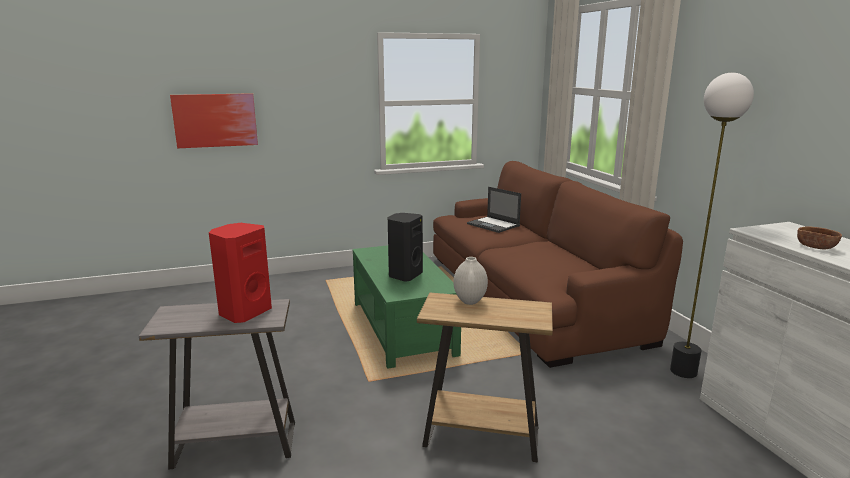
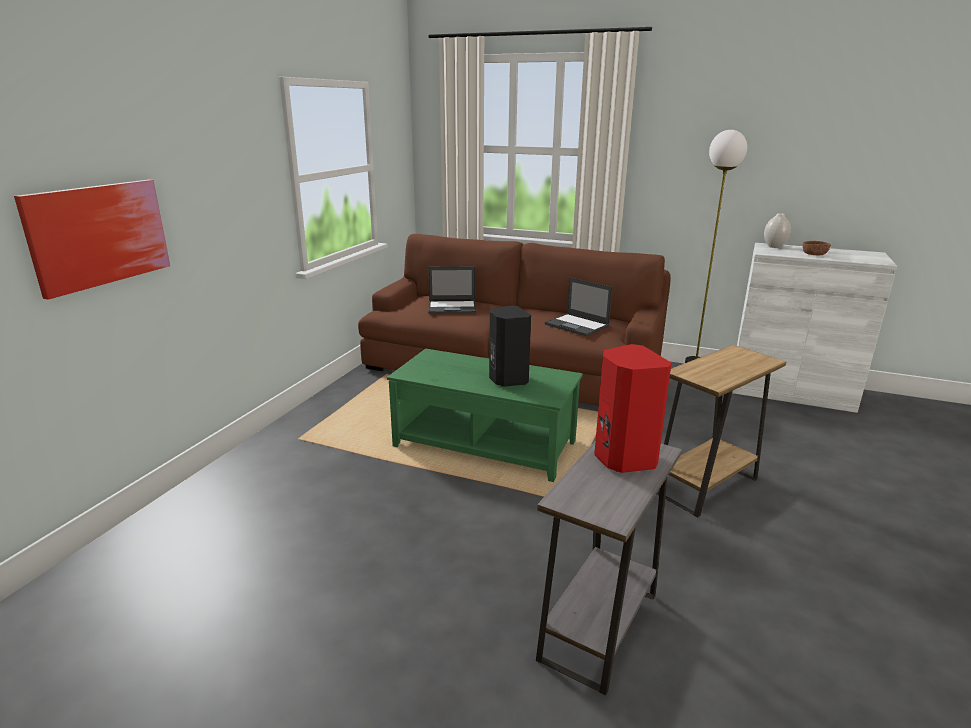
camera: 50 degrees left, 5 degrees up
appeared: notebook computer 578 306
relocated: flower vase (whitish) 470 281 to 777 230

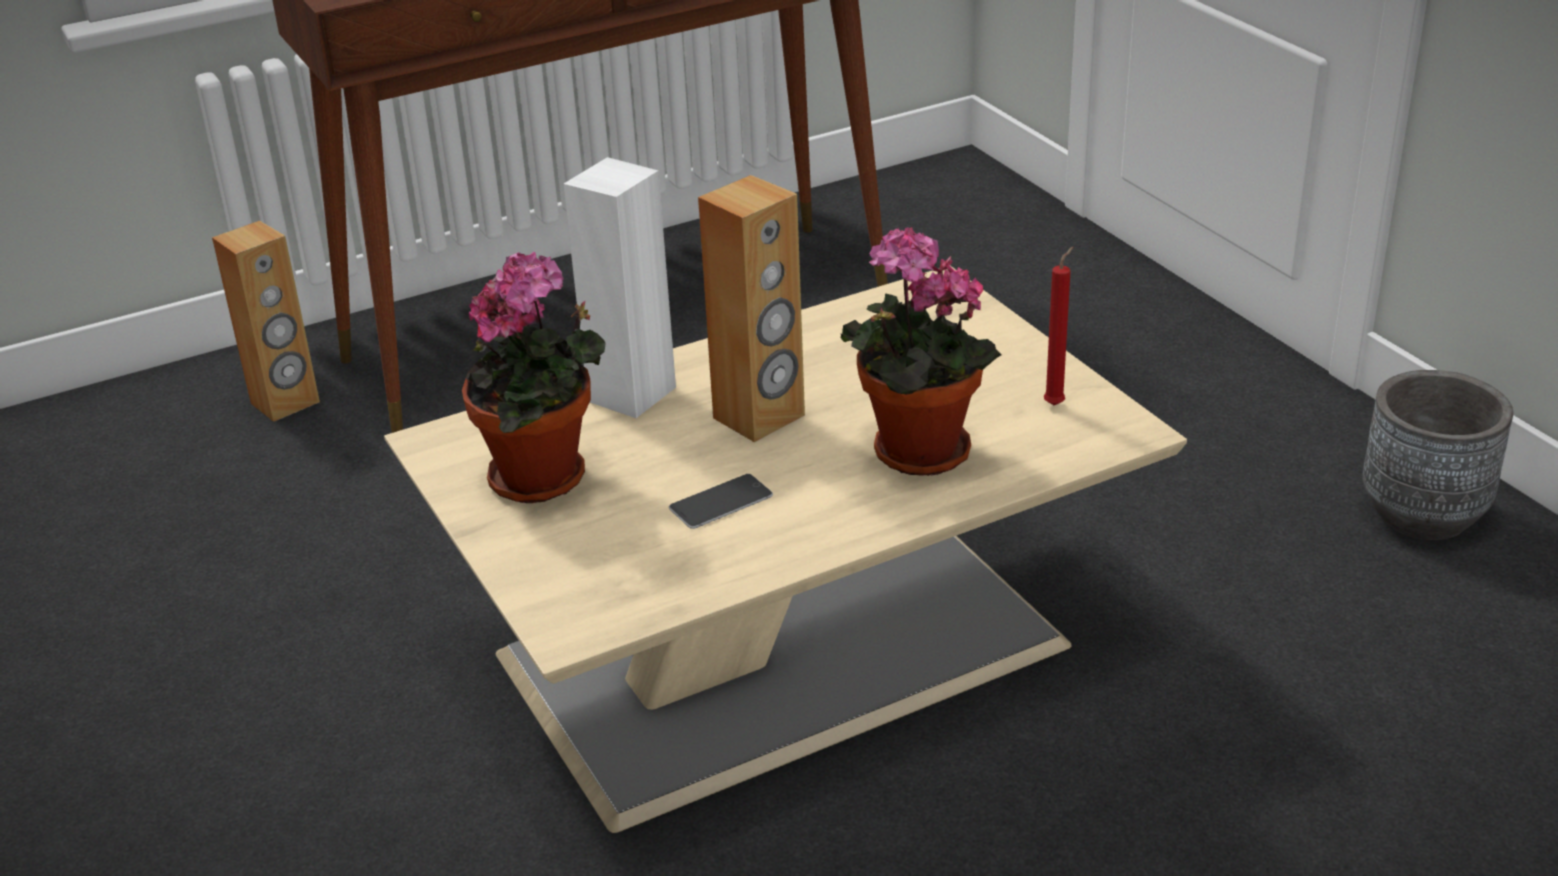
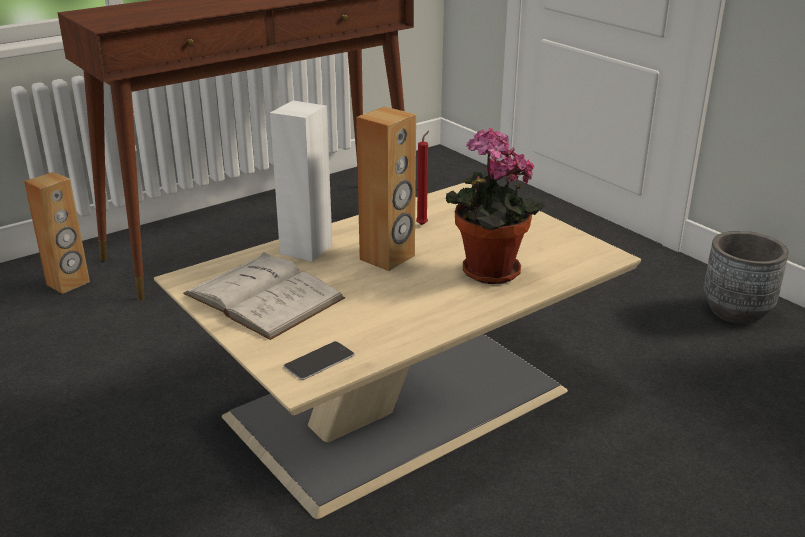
camera: 10 degrees left, 5 degrees down
relocated: phone 721 501 to 319 360; candle (red-coloured) 1058 326 to 422 178
exchanged: plant in a pot 534 377 to book (whitish) 264 296

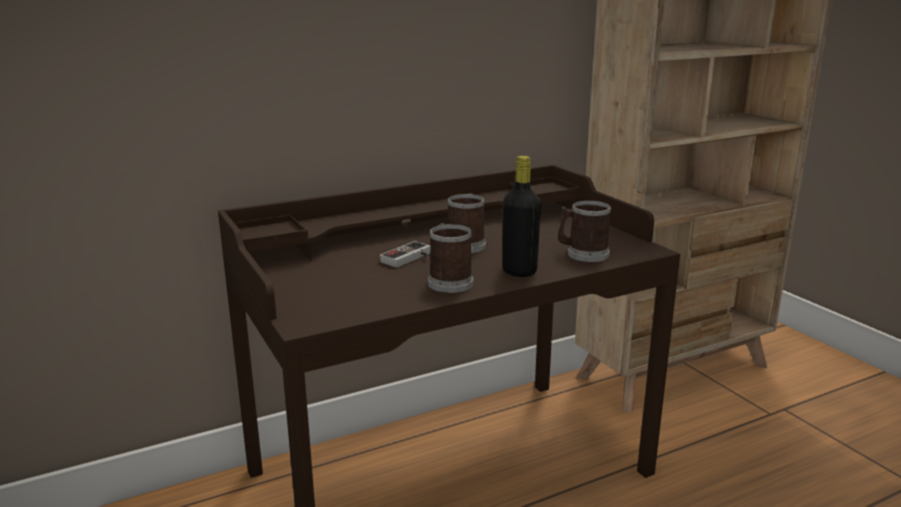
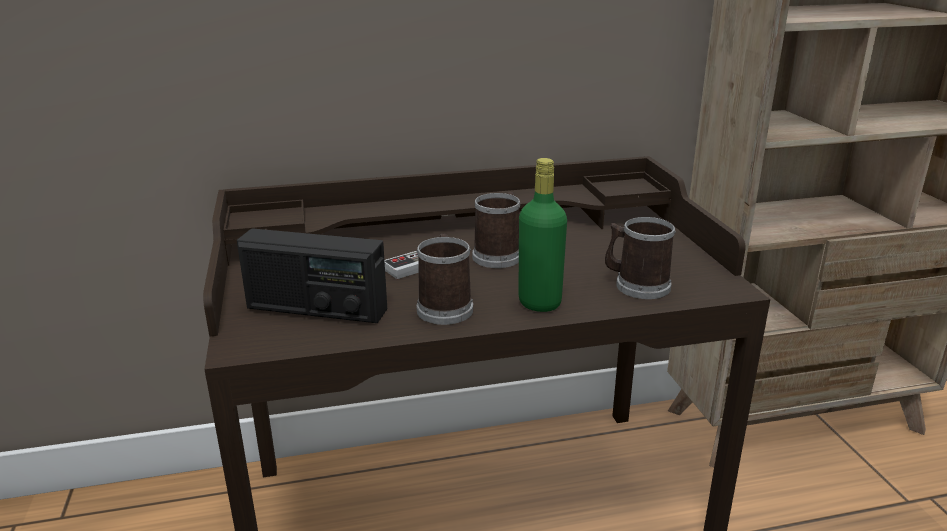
camera: 15 degrees right, 5 degrees up
appeared: radio receiver 312 275
colour: beverage bottle (black-coloured) 521 216 to beverage bottle (greenish) 542 235

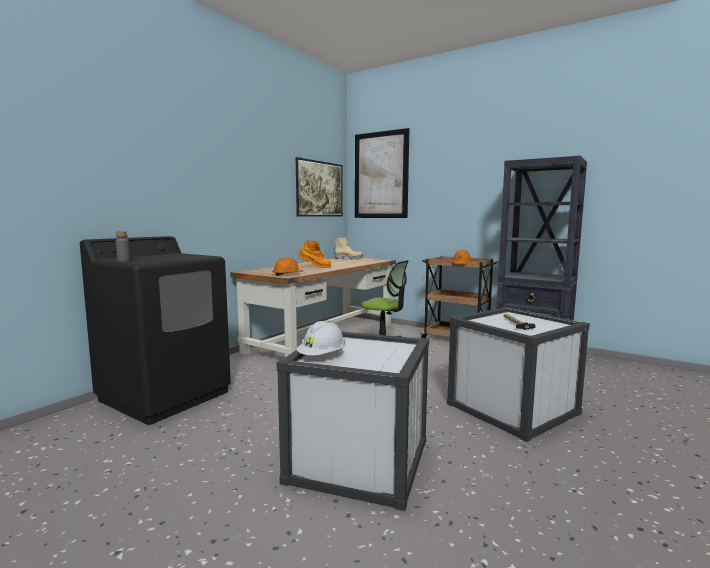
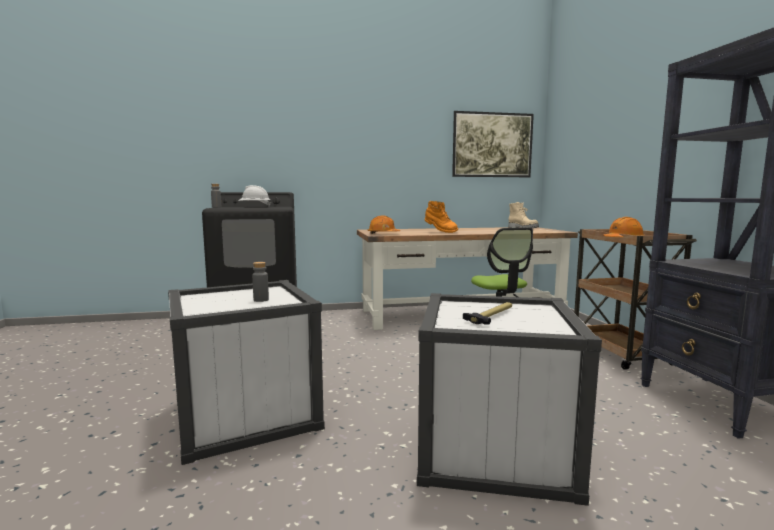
camera: 45 degrees right, 0 degrees up
missing: wall art 382 173
appeared: beverage bottle (grey) 260 282
relocated: safety helmet (whitish) 321 338 to 254 196

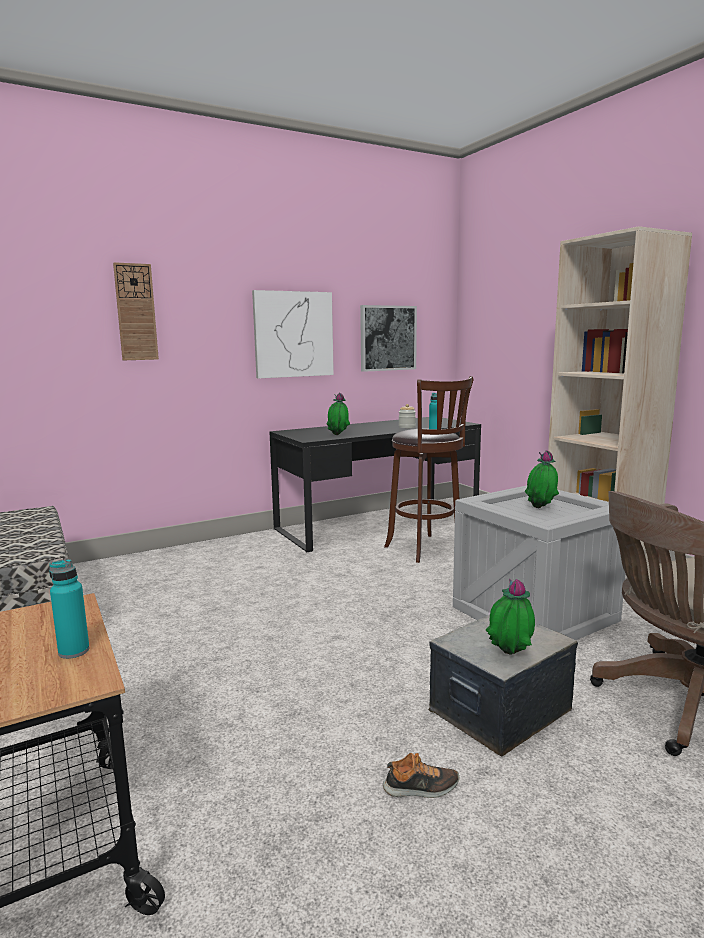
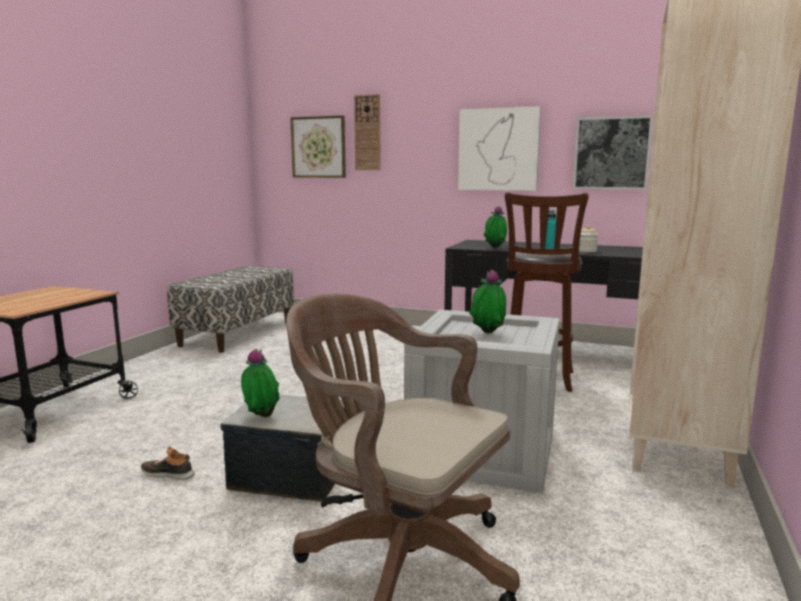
camera: 50 degrees right, 0 degrees up
missing: beverage bottle (turquoise-coloured) 69 609
appeared: wall art 318 146
spun: item of footwear 421 775 = 168 463 150 degrees clockwise

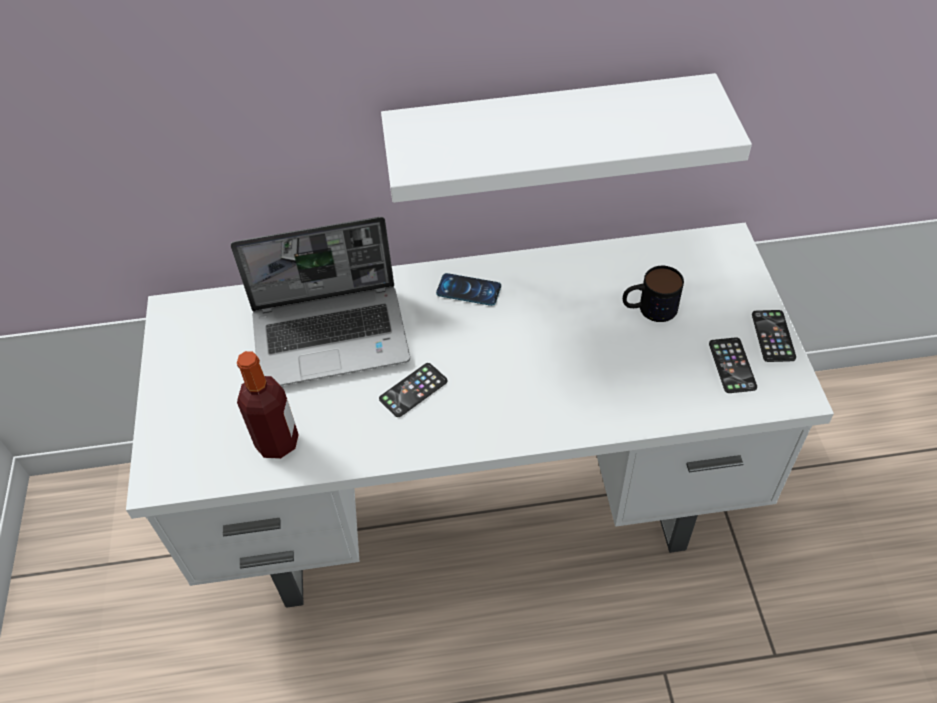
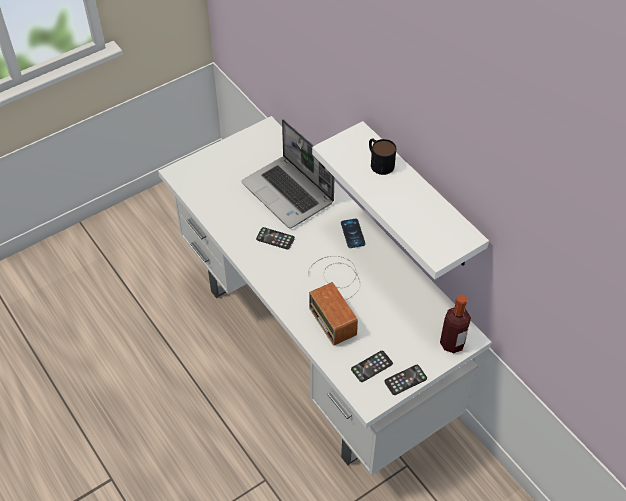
camera: 60 degrees right, 0 degrees up
appeared: radio receiver 334 301
relocated: beverage bottle 268 405 to 455 323; coffee mug 653 294 to 382 156

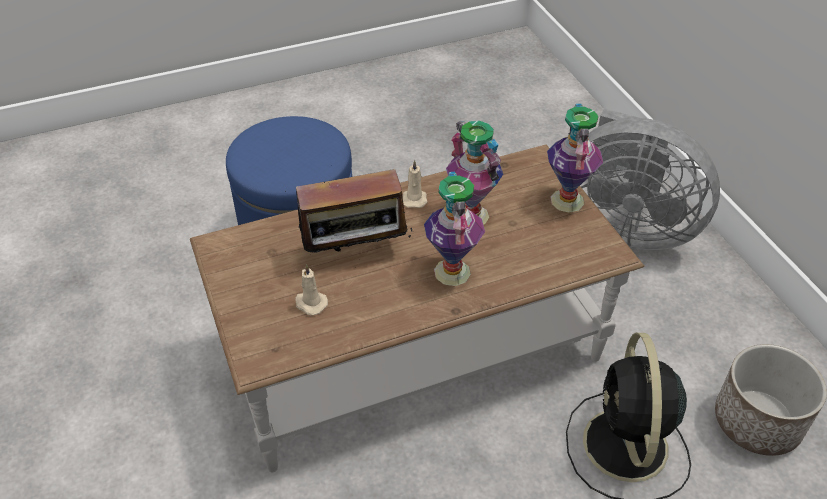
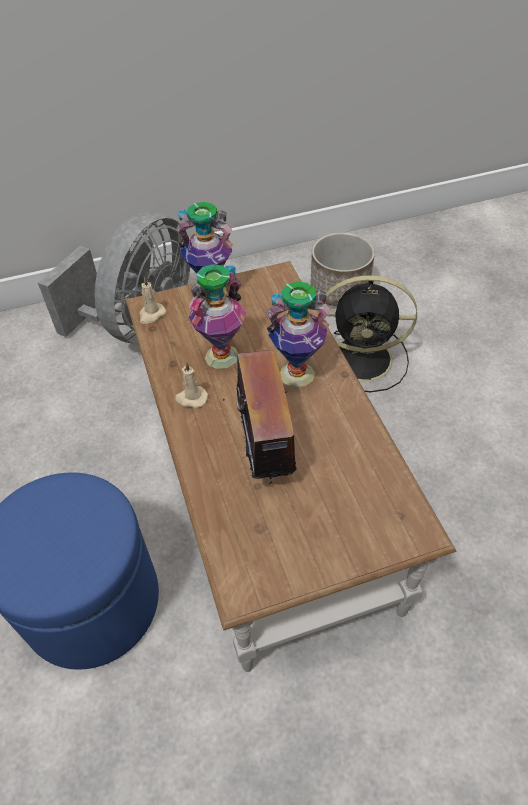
camera: 85 degrees left, 5 degrees up
relocated: candle (beige) 311 289 to 152 300

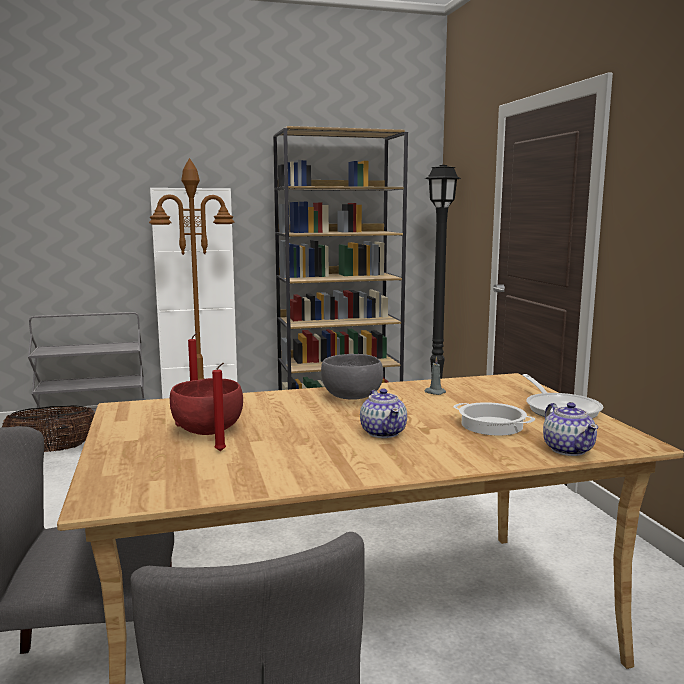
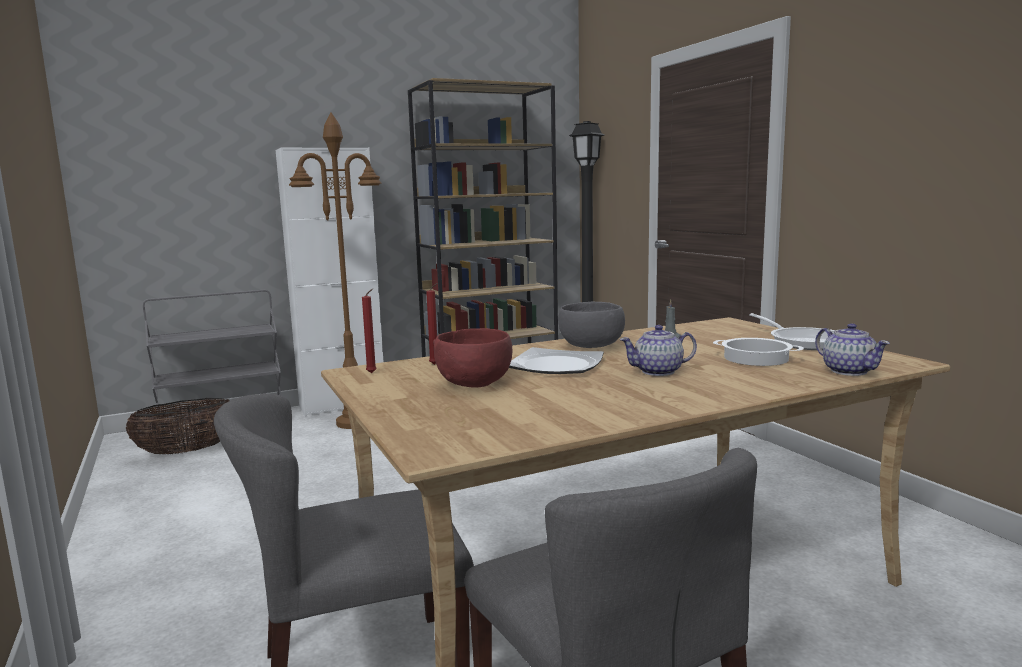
camera: 10 degrees left, 0 degrees up
appeared: flat dish 556 360
relocated: candle (red-coloured) 219 407 to 369 330
spun: pot for tea 383 413 = 658 350 105 degrees clockwise

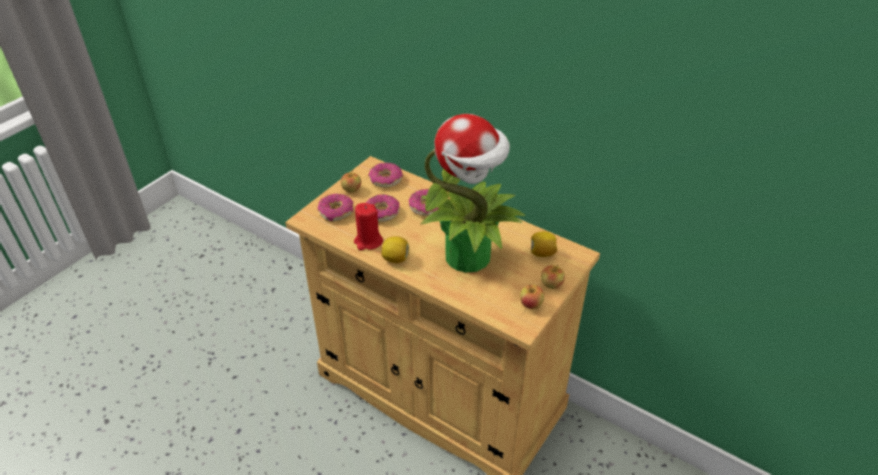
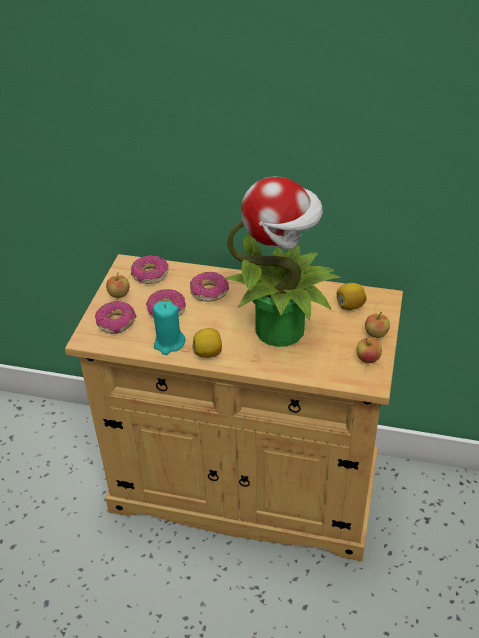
camera: 20 degrees left, 0 degrees up
colour: candle (red-coloured) 368 226 to candle (turquoise-coloured) 169 328

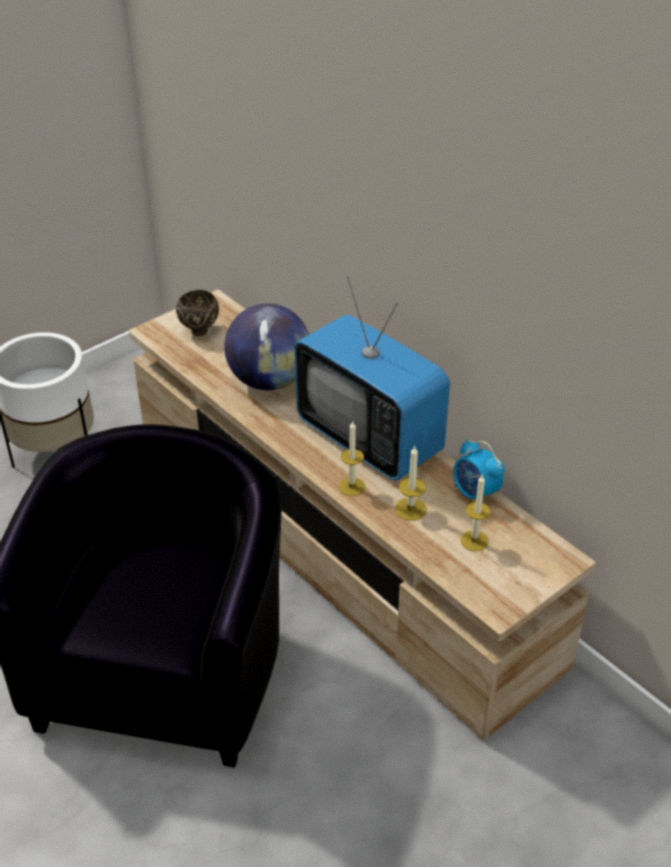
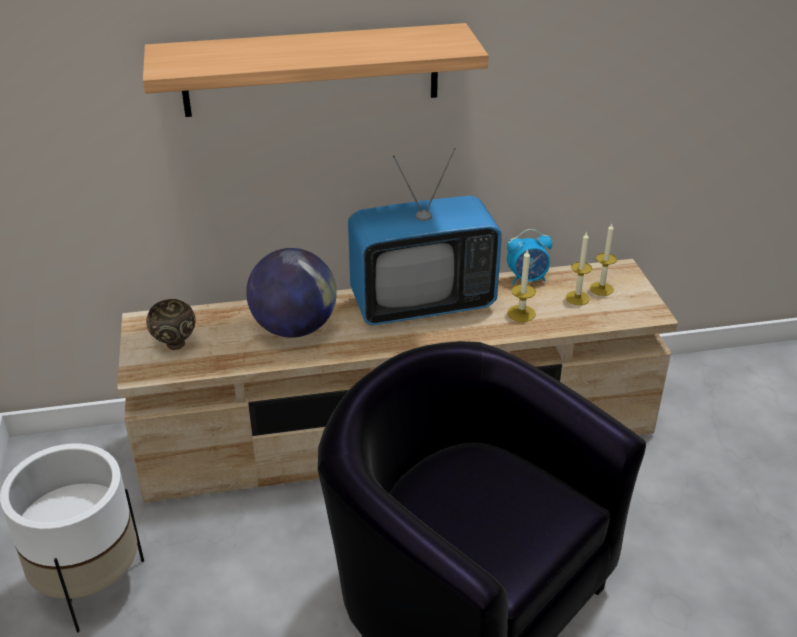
camera: 60 degrees left, 5 degrees down
appeared: wall shelf 316 70
relocated: candle 351 458 to 603 259

